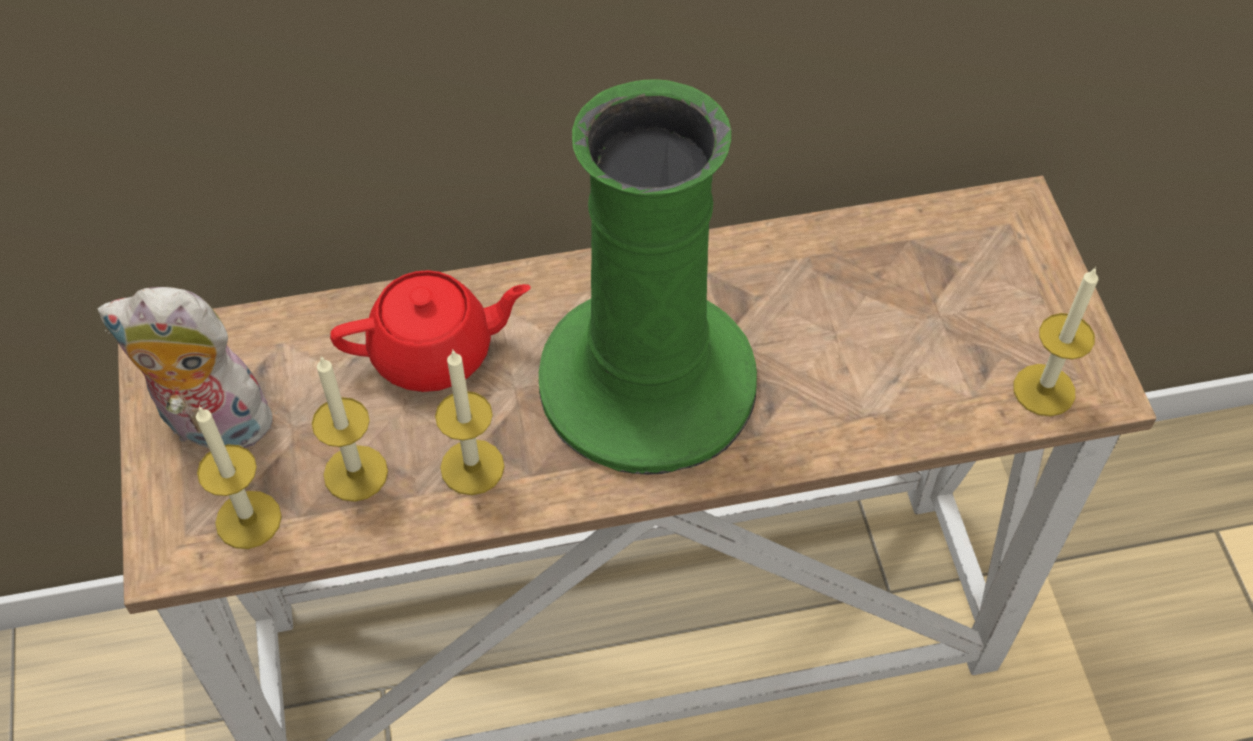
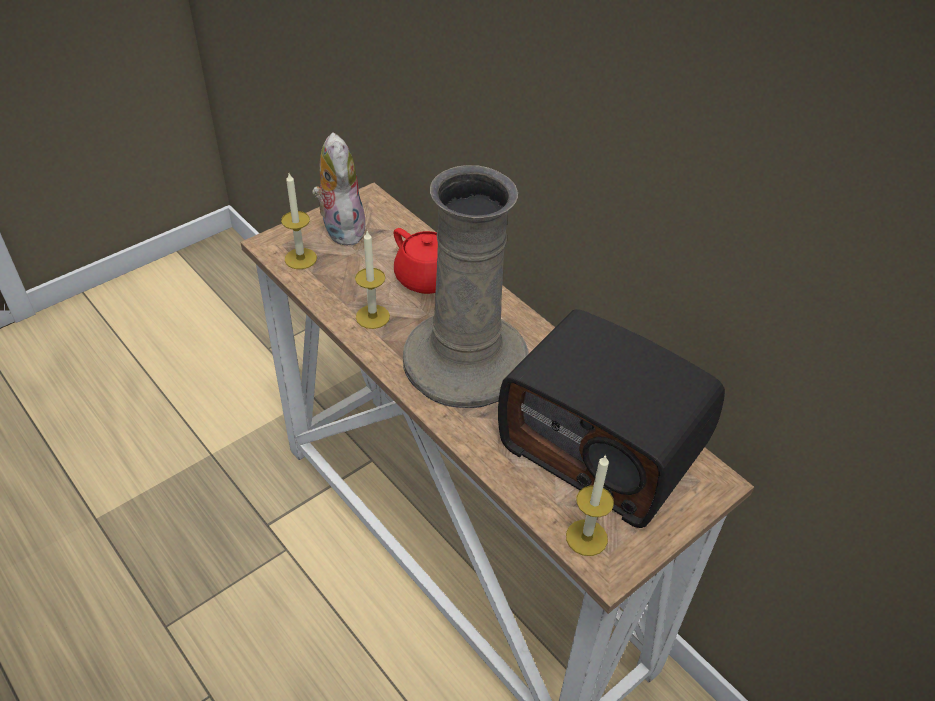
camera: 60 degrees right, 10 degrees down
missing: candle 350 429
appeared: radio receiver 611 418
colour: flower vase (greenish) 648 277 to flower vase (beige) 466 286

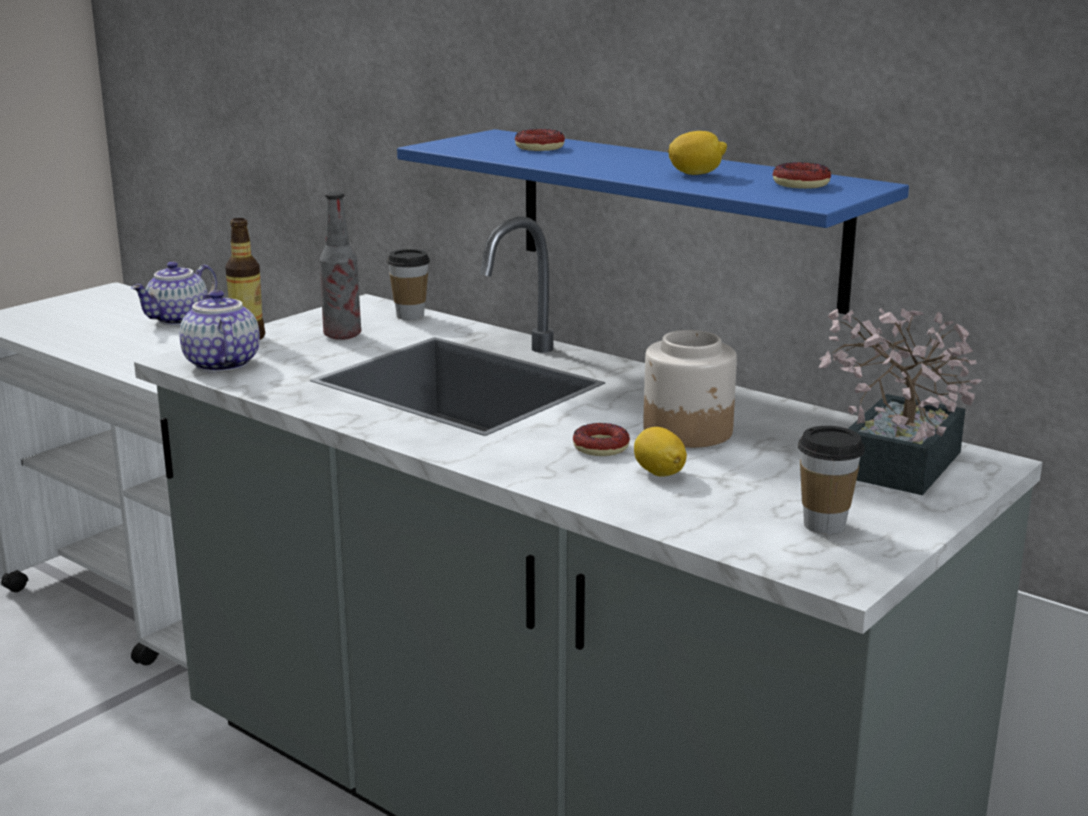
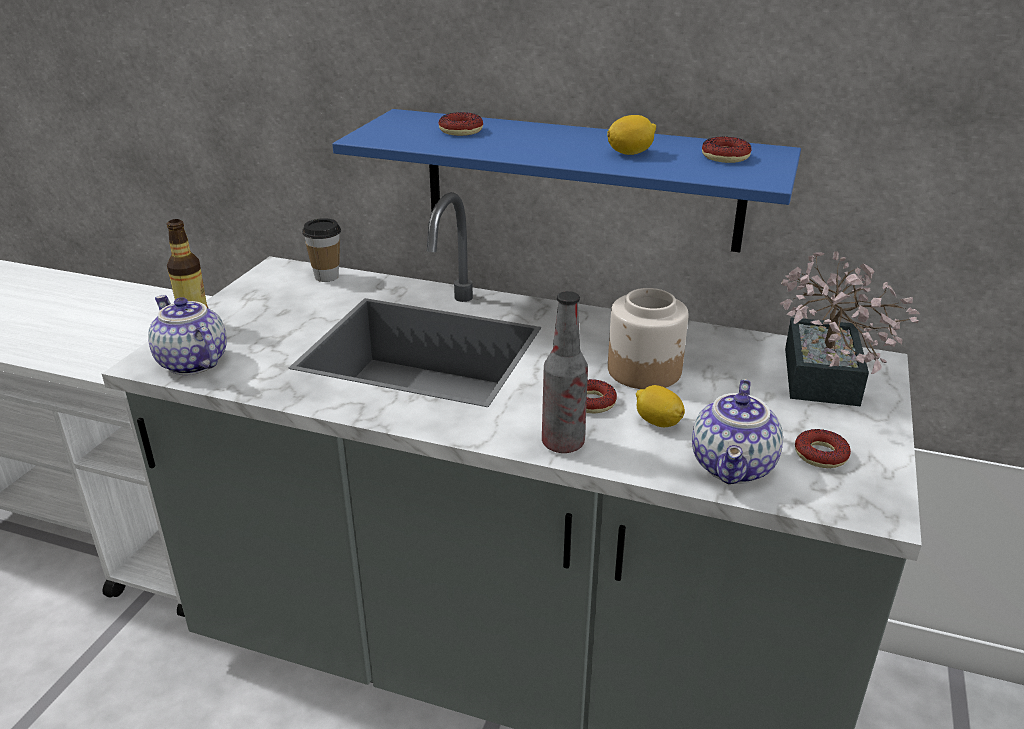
camera: 20 degrees left, 10 degrees up
relocated: pot for tea 174 293 to 737 431; beverage bottle 340 266 to 565 372
exchanged: small cup 831 480 to doughnut 823 448

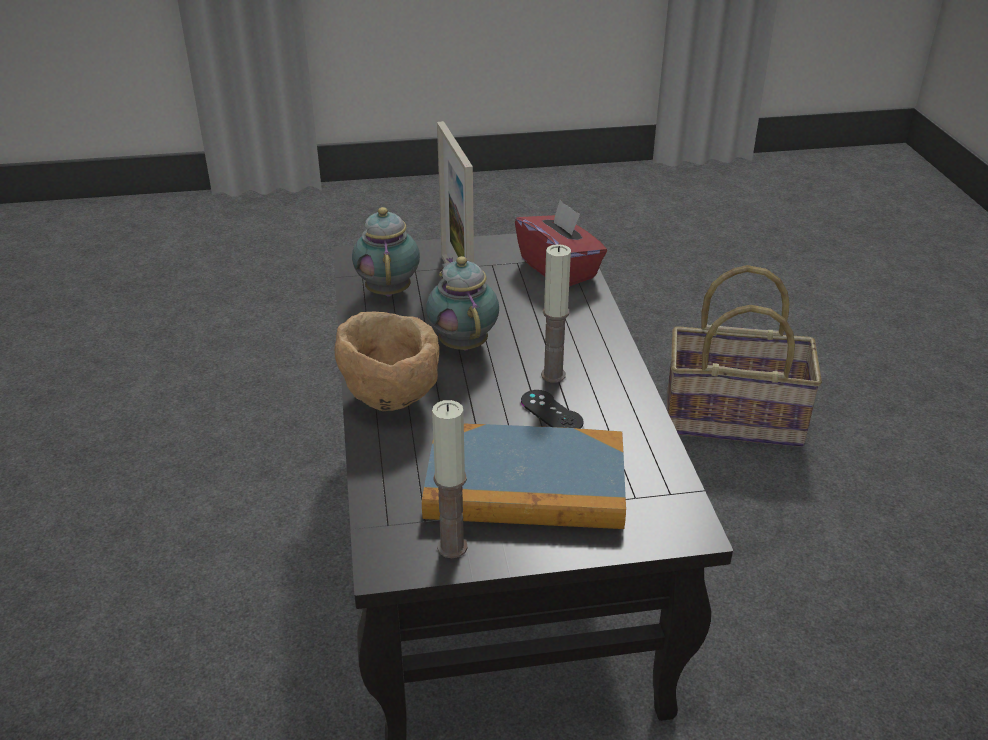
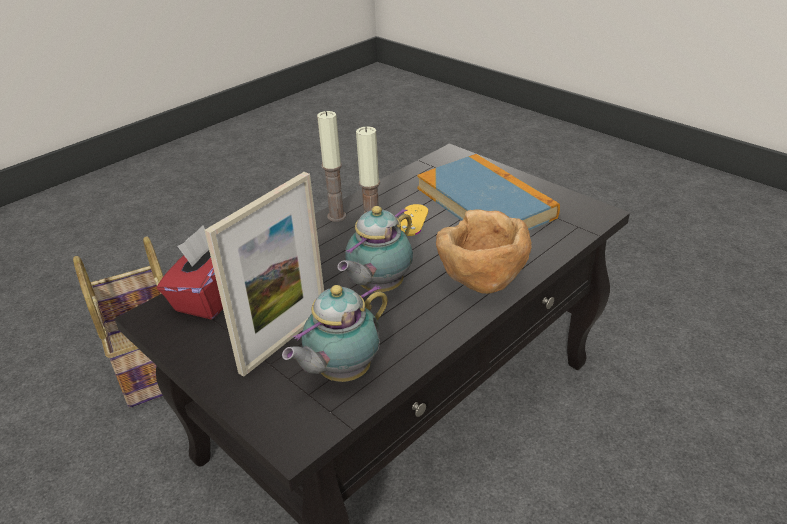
camera: 125 degrees left, 0 degrees up
relocated: candle 450 479 to 331 166
colour: gamepad (black-coloured) 552 409 to gamepad (yellowish) 414 220

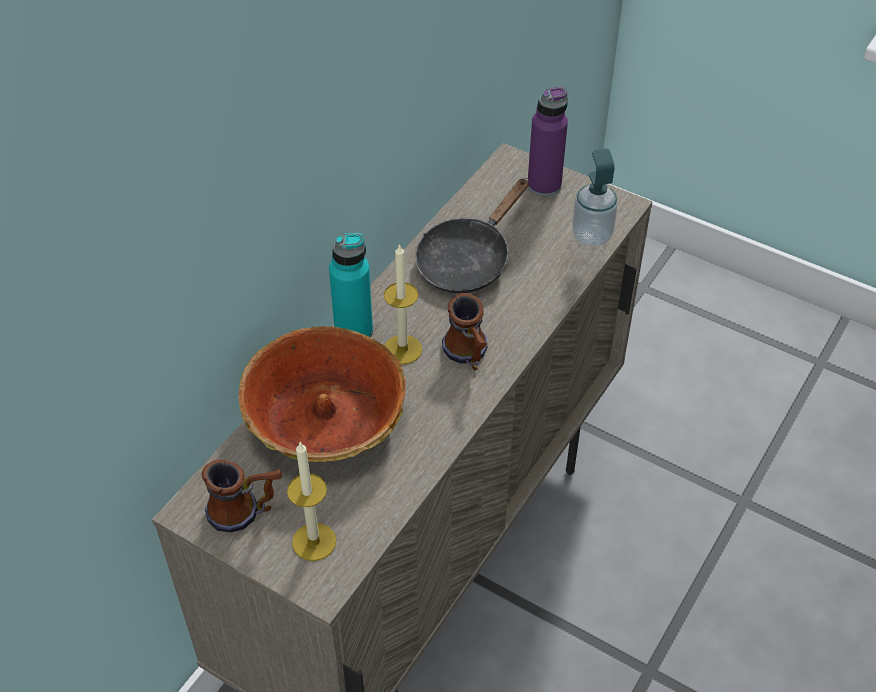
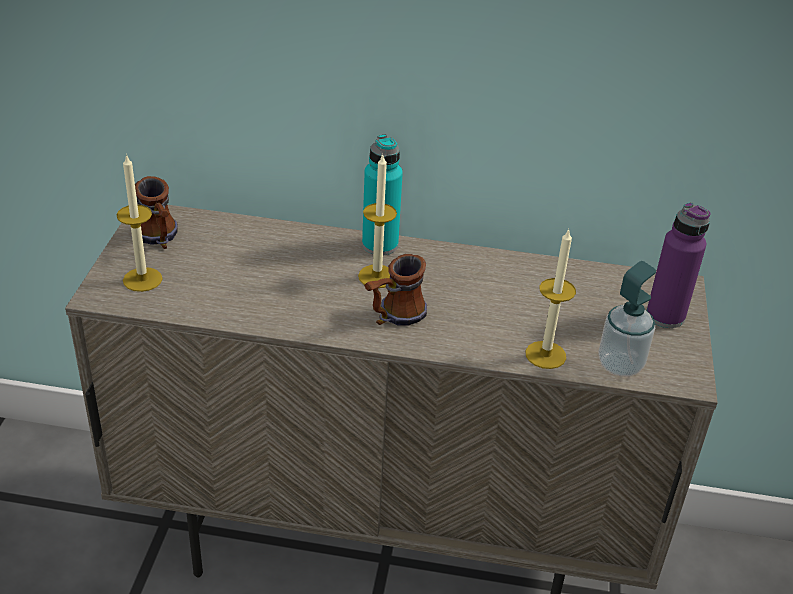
camera: 65 degrees right, 10 degrees down
missing: deep dish 322 394; pan (black-coloured) 472 236
appeared: candle 551 298

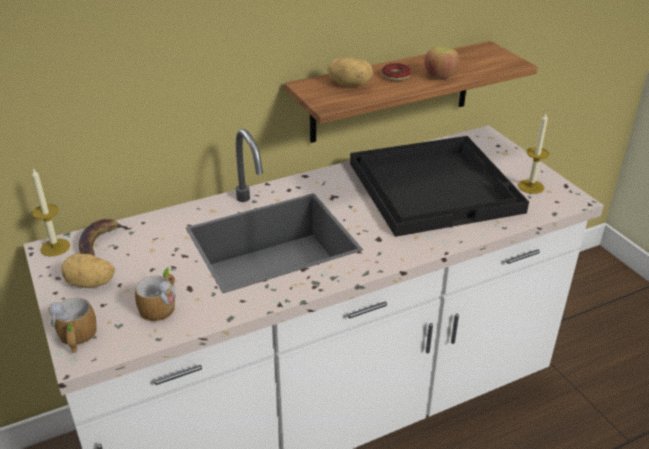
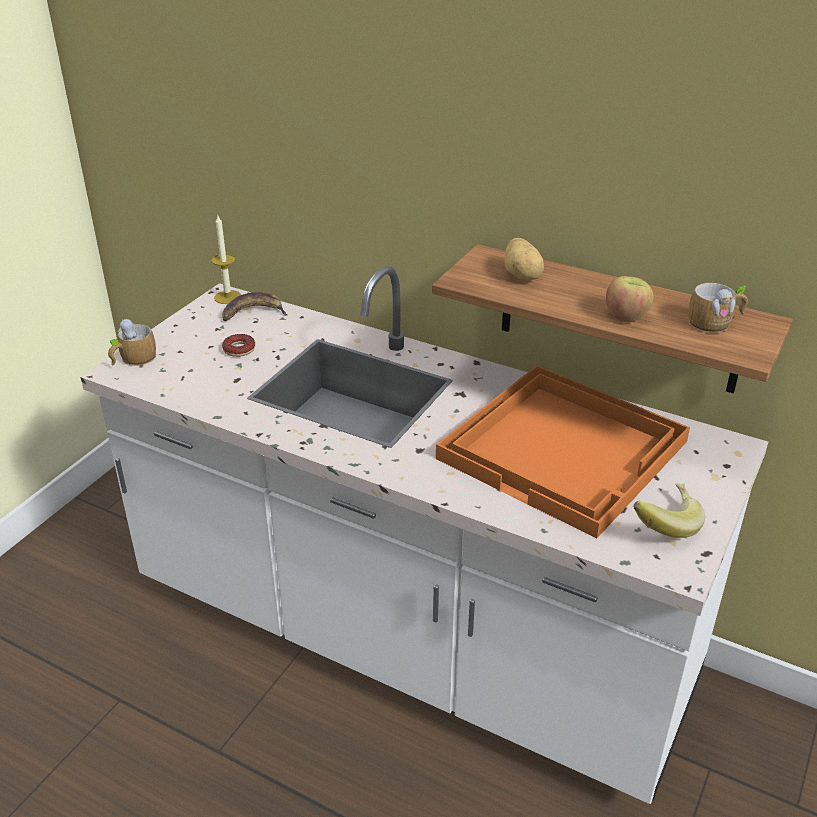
camera: 55 degrees right, 0 degrees up
missing: whole potato 88 271
relocated: coffee mug 155 294 to 718 308; doughnut 396 72 to 238 345
exchanged: candle 533 153 to banana fruit 669 510
colour: carrying tray (black-coloured) 439 186 to carrying tray (orange-coloured) 563 451

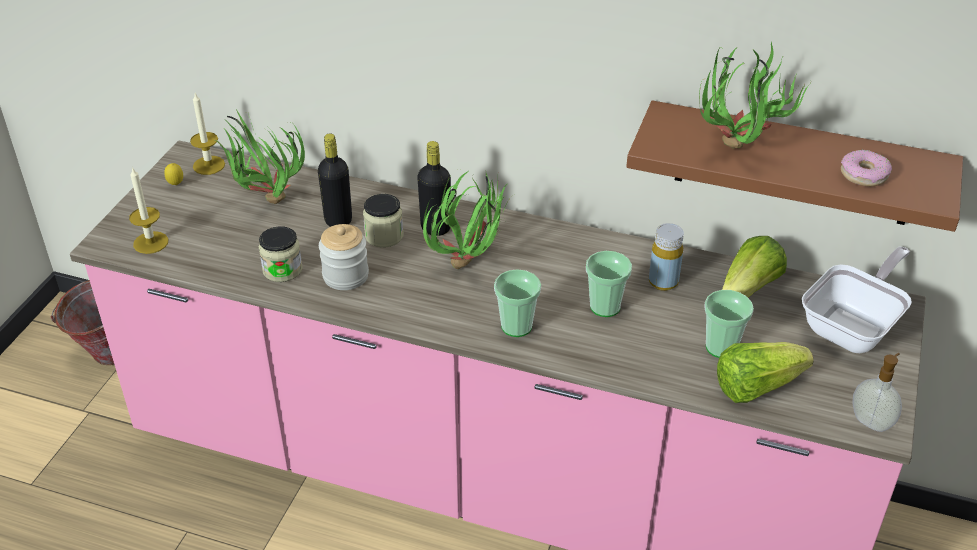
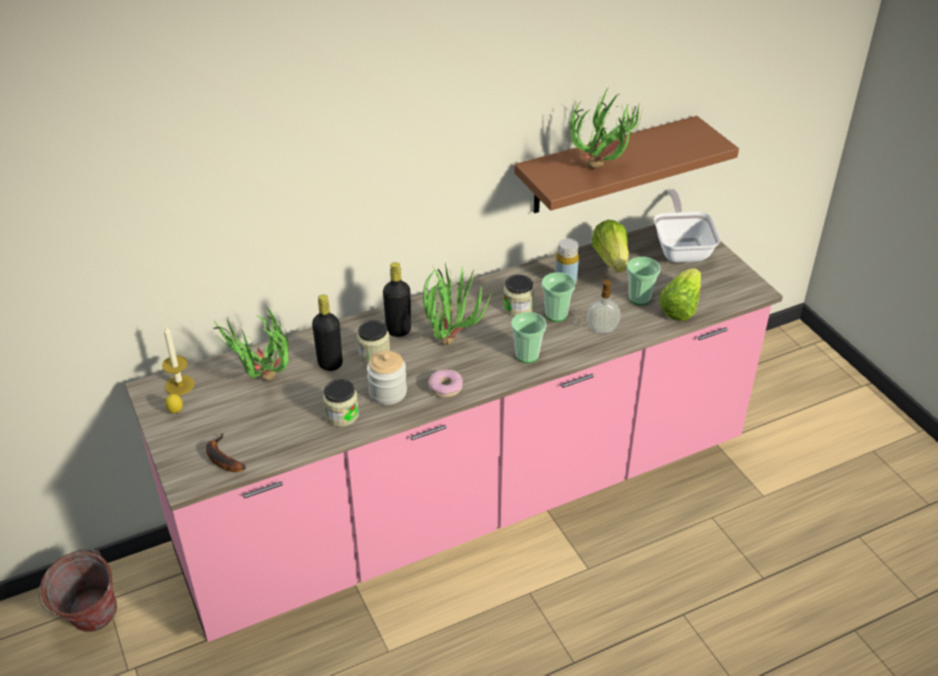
camera: 45 degrees left, 0 degrees up
appeared: storage jar 518 296
relocated: doughnut 866 168 to 445 383; liquid soap bottle 877 392 to 604 305
exchanged: candle 148 210 to banana fruit 226 452

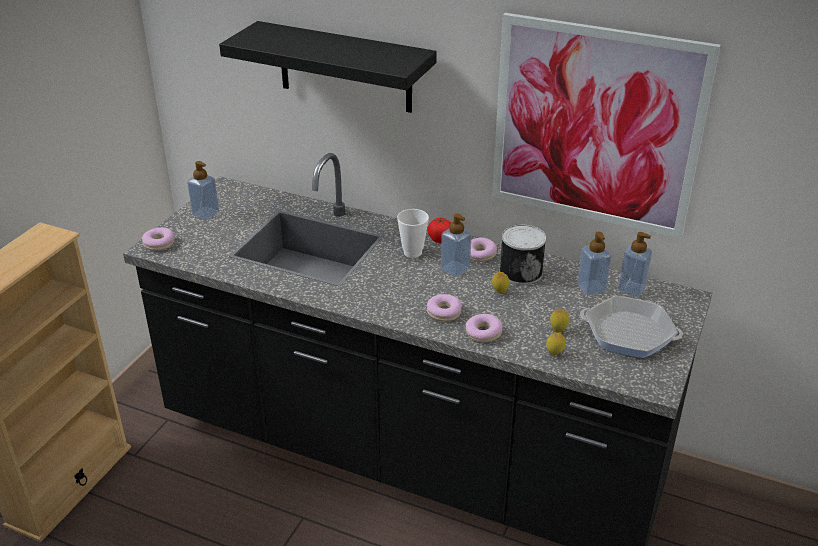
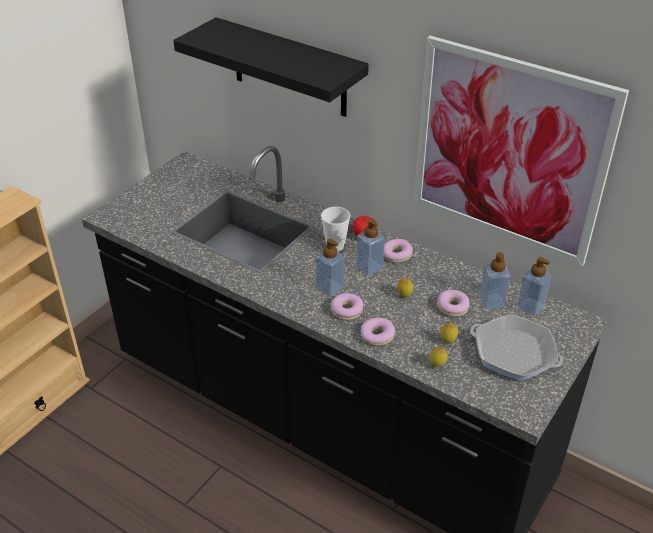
camera: 10 degrees right, 5 degrees up
missing: metal can 522 255
relocated: doughnut 158 239 to 453 303; liquid soap bottle 203 190 to 330 268

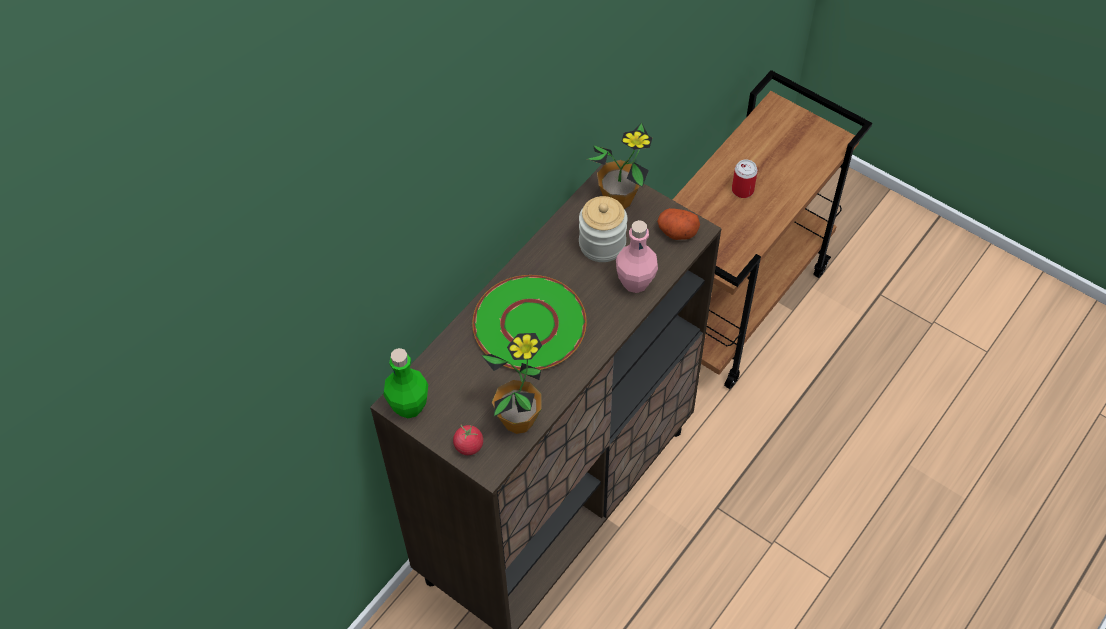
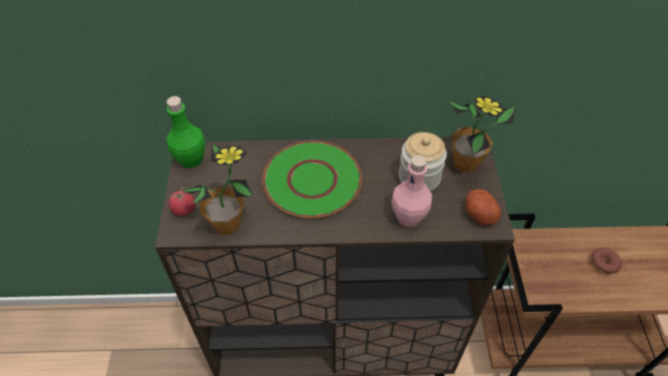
camera: 50 degrees right, 5 degrees down
exchanged: metal can 745 178 to doughnut 606 261

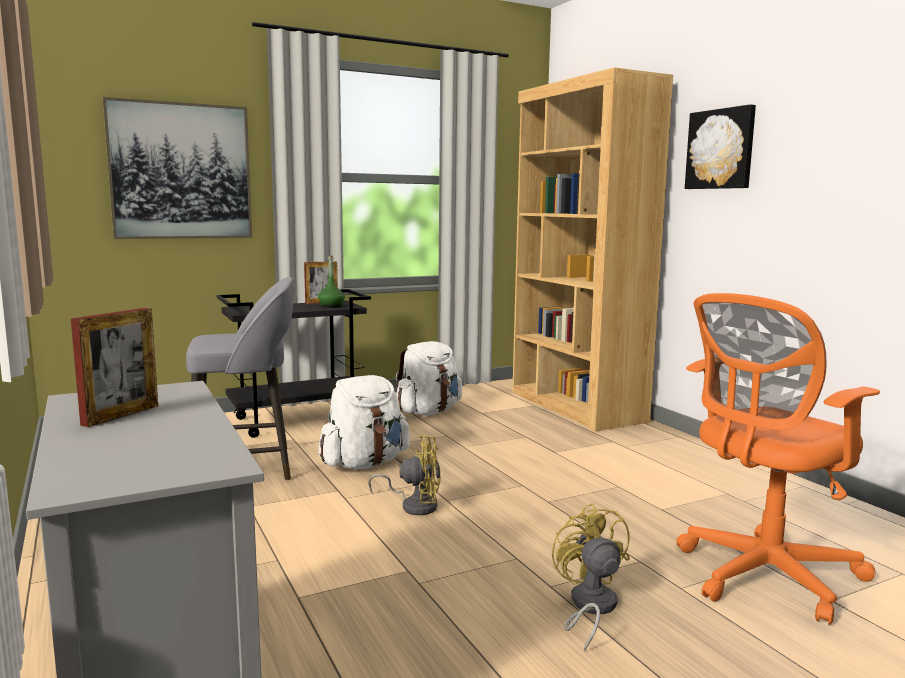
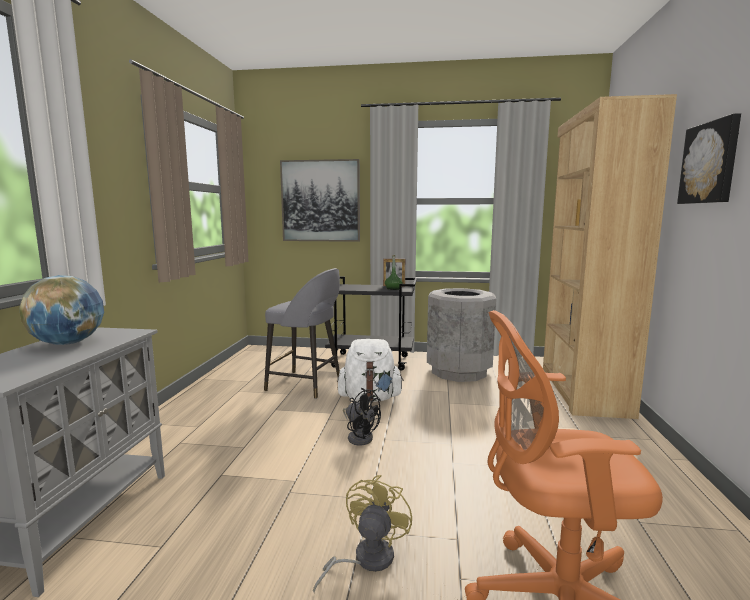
camera: 35 degrees right, 0 degrees up
exchanged: standing frame 114 367 to globe 61 310; knapsack (whitish) 429 378 to trash can (grey) 461 335
colour: fan (yellowish) 404 475 to fan (black-coloured) 362 417

